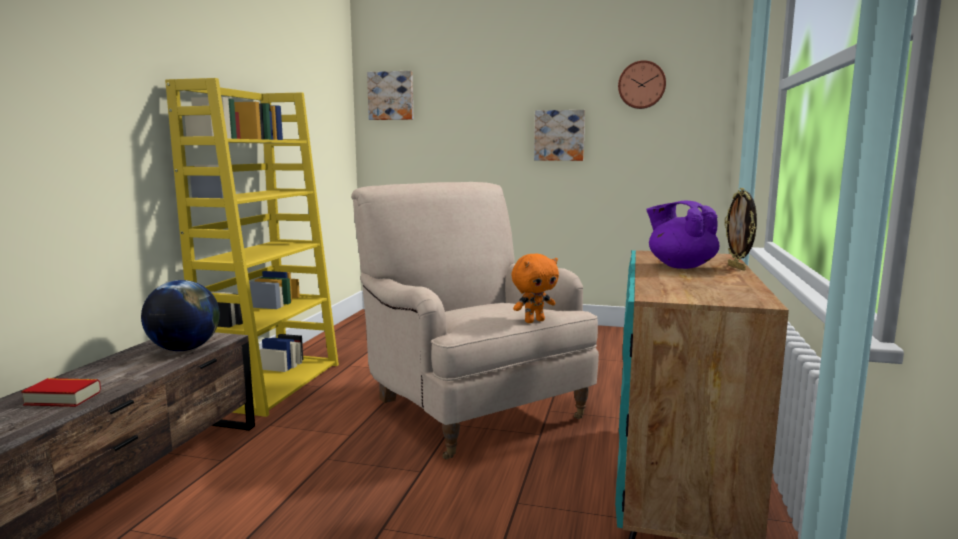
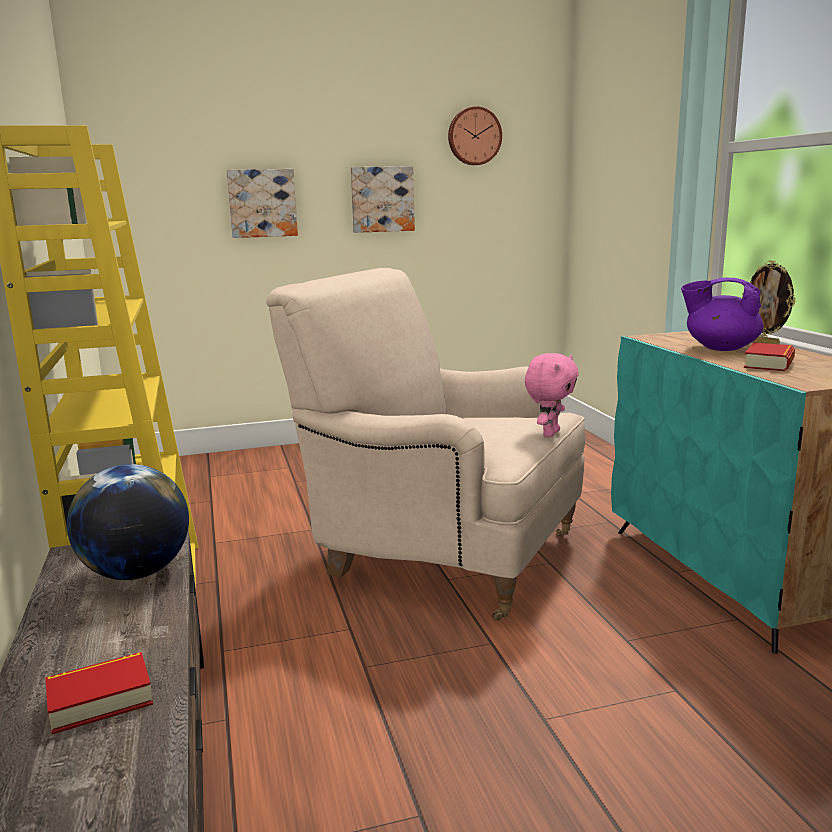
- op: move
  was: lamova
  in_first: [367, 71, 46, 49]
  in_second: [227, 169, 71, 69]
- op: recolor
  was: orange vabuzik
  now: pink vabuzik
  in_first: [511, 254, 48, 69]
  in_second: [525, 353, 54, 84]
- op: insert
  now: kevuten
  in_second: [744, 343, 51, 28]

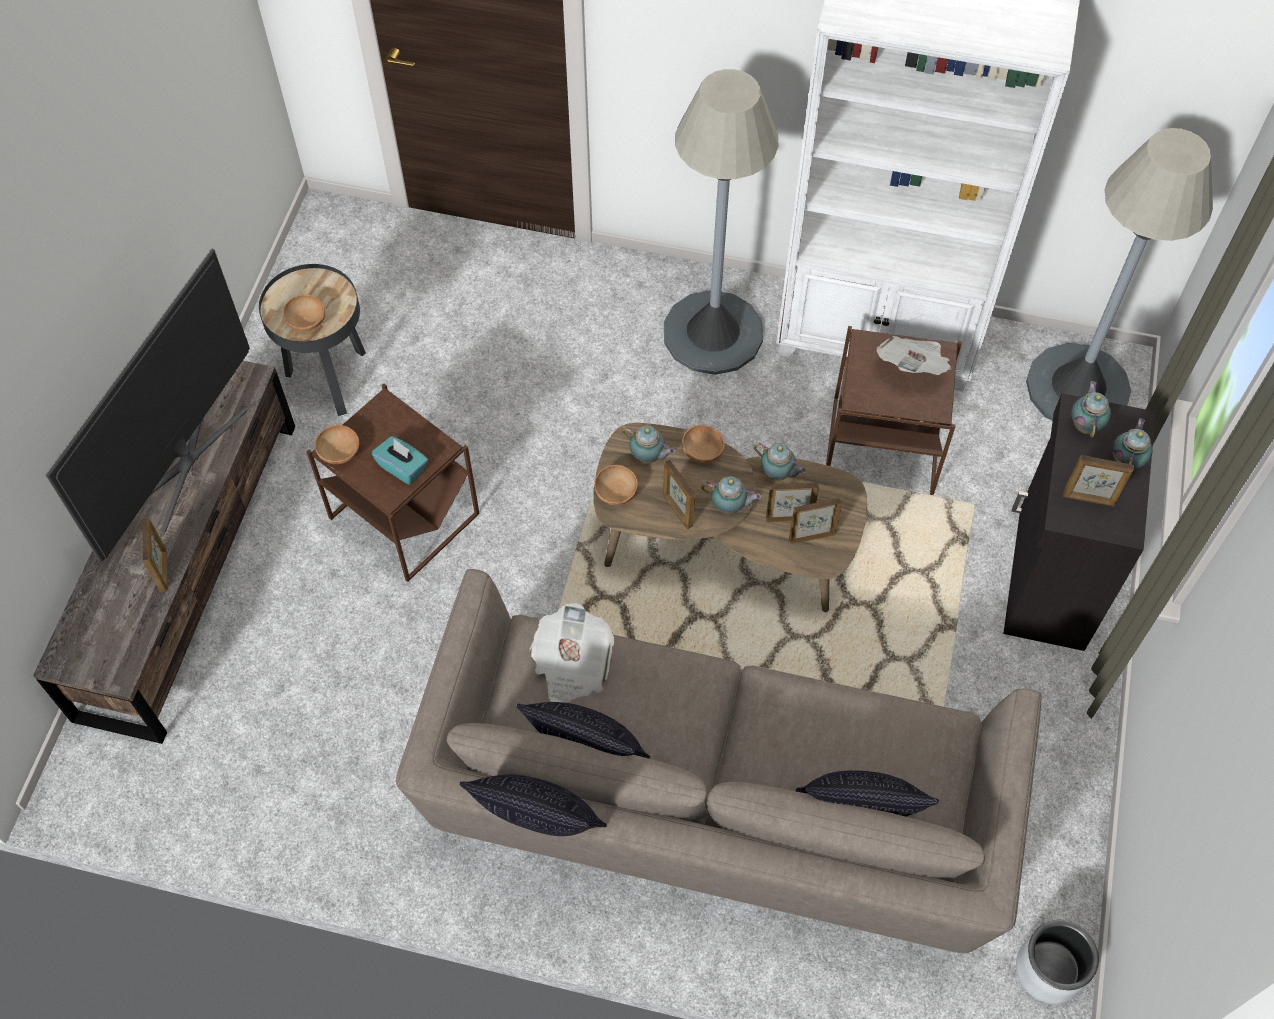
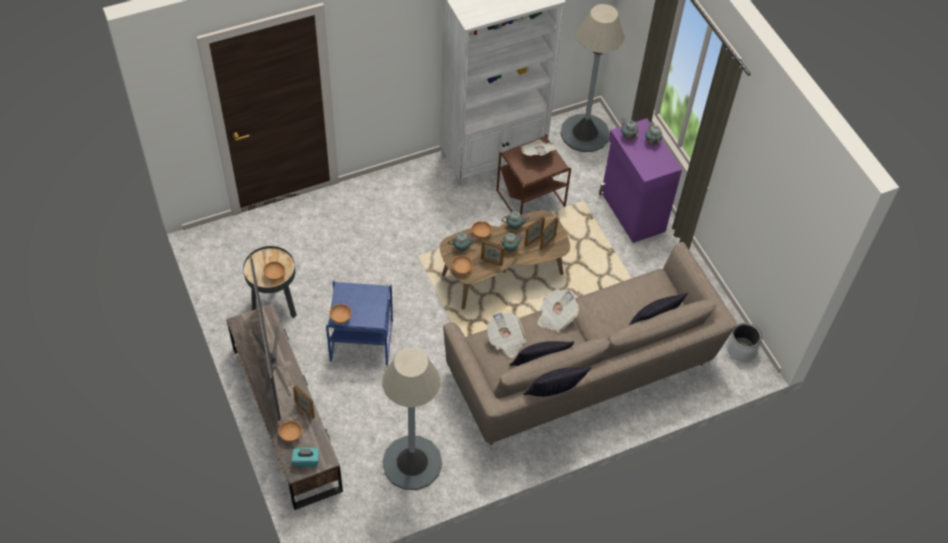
- op: recolor
  was: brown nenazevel
  now: blue nenazevel
  in_first: [306, 384, 174, 198]
  in_second: [326, 281, 67, 84]
- op: move
  was: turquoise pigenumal
  in_first: [372, 436, 56, 49]
  in_second: [292, 448, 27, 19]
- op: move
  was: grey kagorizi
  in_first: [664, 69, 115, 306]
  in_second: [382, 348, 60, 142]
- op: recolor
  was: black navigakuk
  now: purple navigakuk
  in_first: [1003, 393, 153, 258]
  in_second: [599, 118, 83, 125]
- op: delete
  was: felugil
  in_first: [1063, 455, 71, 51]
- op: insert
  now: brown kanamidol
  in_second: [279, 421, 23, 21]
- op: insert
  now: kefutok
  in_second: [537, 289, 42, 43]

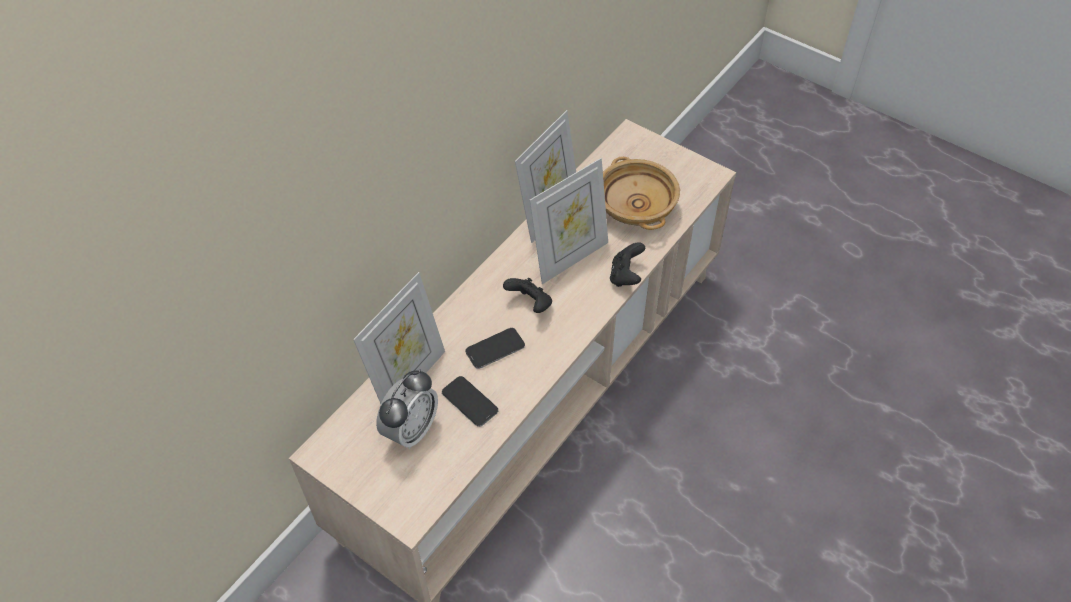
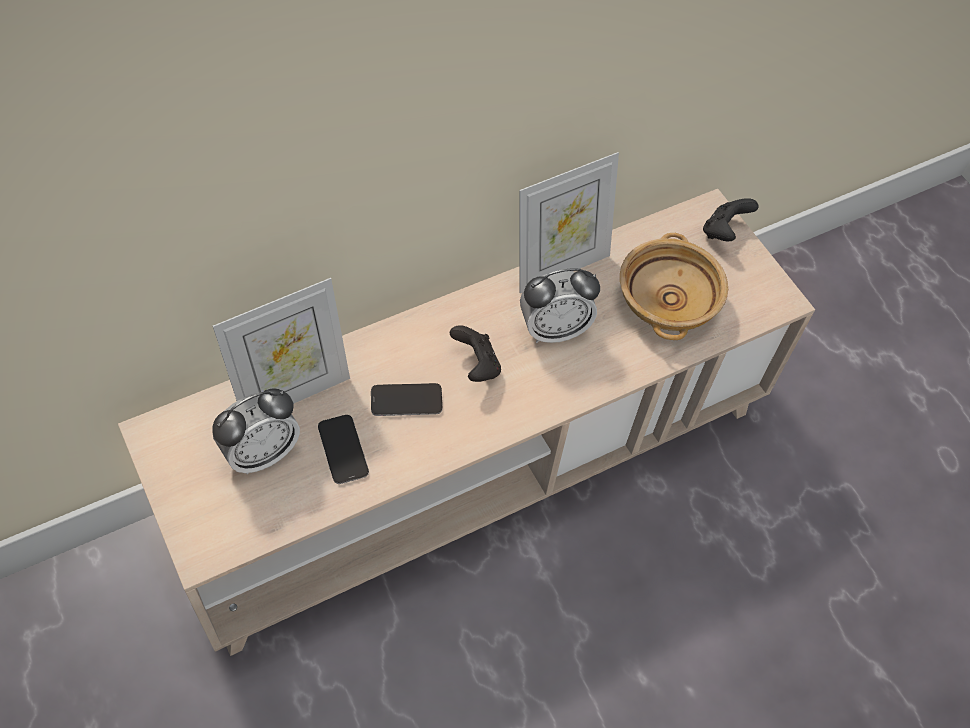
- op: replace
  was: felugil
  now: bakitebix
  in_first: [529, 158, 79, 126]
  in_second: [520, 268, 80, 75]
- op: move
  was: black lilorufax
  in_first: [610, 242, 35, 45]
  in_second: [703, 198, 56, 43]

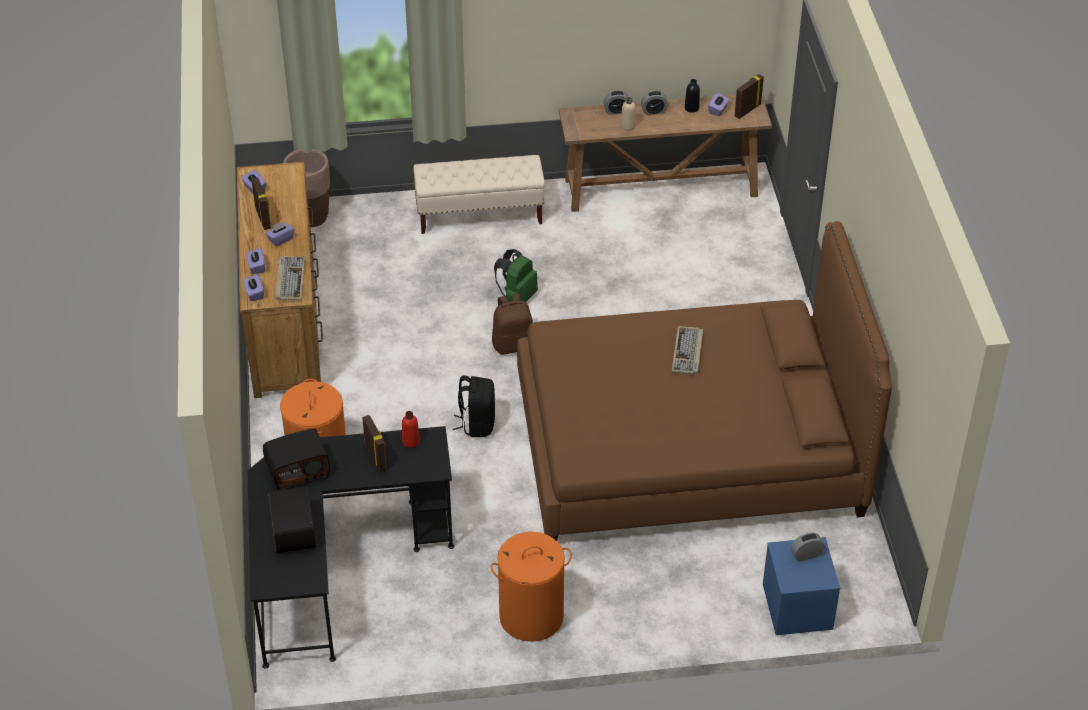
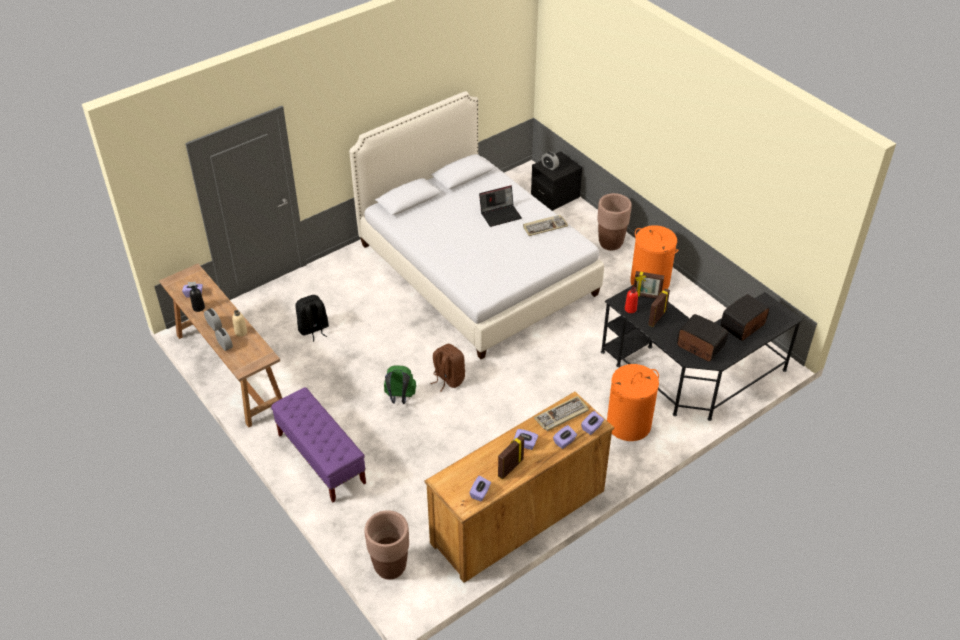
- op: recolor
  was: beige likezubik
  now: purple likezubik
  in_first: [413, 155, 132, 79]
  in_second: [271, 387, 95, 116]
- op: move
  was: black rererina
  in_first: [453, 375, 42, 62]
  in_second: [295, 295, 34, 47]
- op: recolor
  was: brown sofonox
  now: white sofonox
  in_first: [517, 221, 375, 320]
  in_second: [349, 91, 255, 268]
- op: move
  was: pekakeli
  in_first: [672, 326, 31, 48]
  in_second: [523, 215, 45, 21]
- op: move
  was: felugil
  in_first: [735, 74, 29, 45]
  in_second: [634, 271, 30, 28]
- op: recolor
  was: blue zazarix
  now: black zazarix
  in_first: [763, 537, 77, 98]
  in_second: [531, 151, 51, 60]
- op: insert
  now: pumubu
  in_second: [479, 185, 43, 42]
- op: insert
  now: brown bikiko
  in_second: [597, 193, 35, 58]

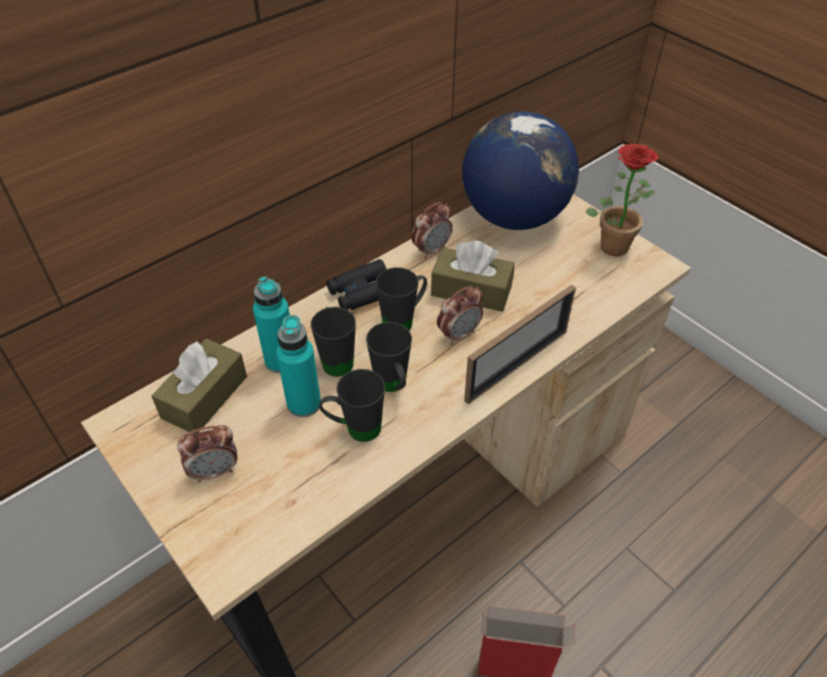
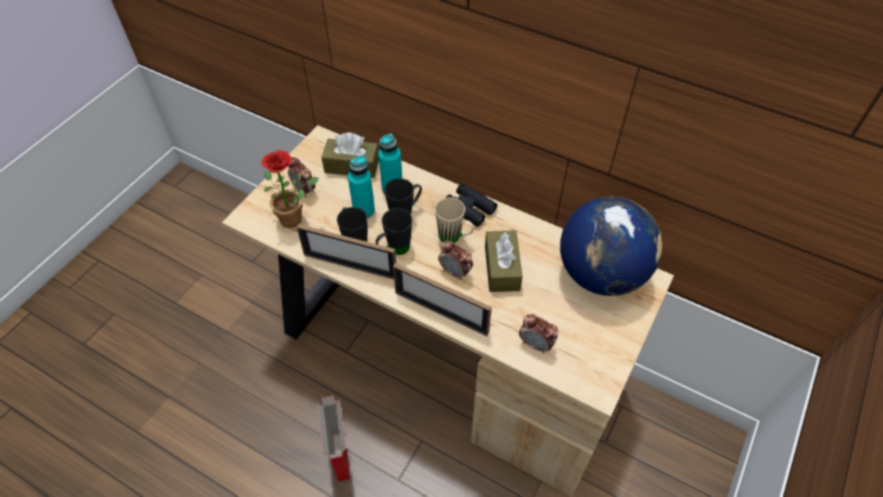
- op: recolor
  was: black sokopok
  now: beige sokopok
  in_first: [376, 267, 51, 63]
  in_second: [435, 197, 39, 46]
- op: move
  was: bakitebix
  in_first: [411, 202, 42, 57]
  in_second: [519, 314, 39, 40]
- op: move
  was: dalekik
  in_first: [586, 144, 73, 112]
  in_second: [261, 150, 58, 78]
- op: insert
  now: felugil
  in_second: [297, 224, 99, 56]

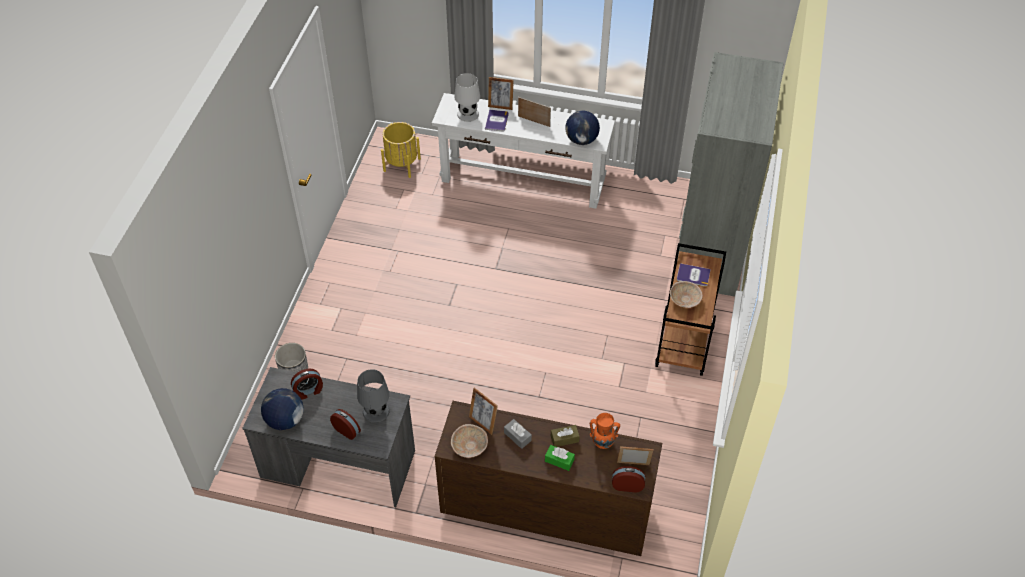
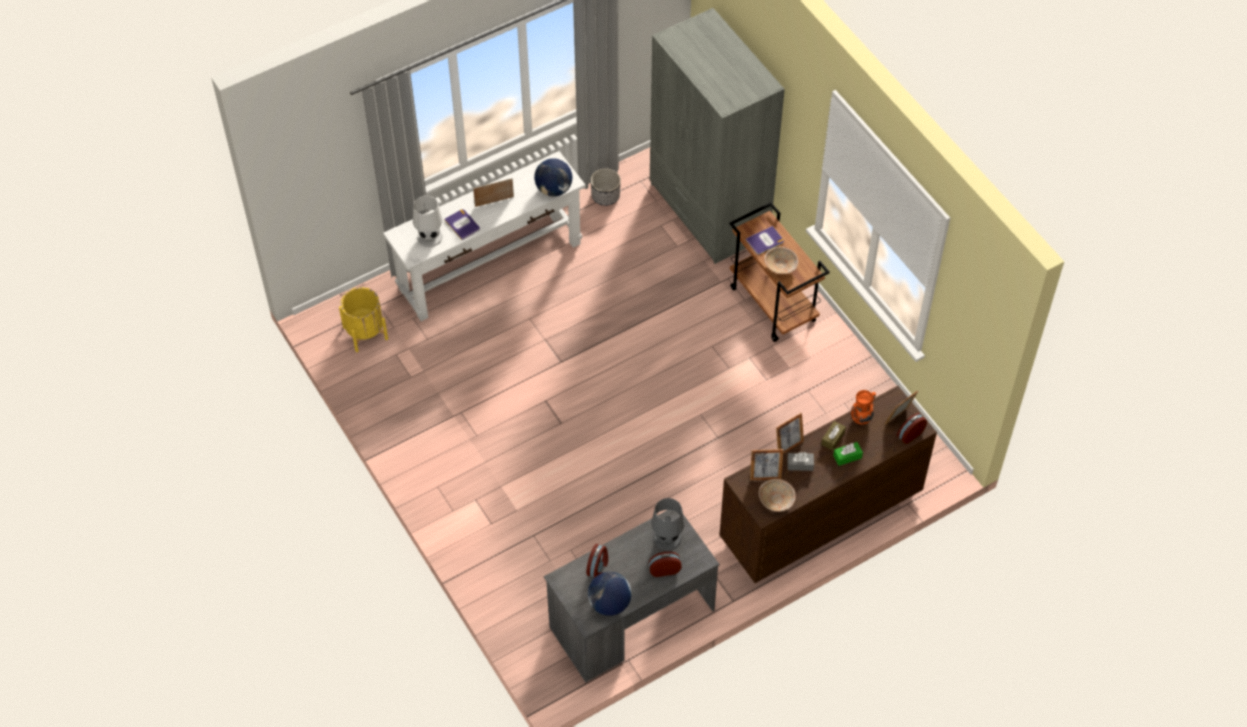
- op: move
  was: bikiko
  in_first: [275, 343, 33, 29]
  in_second: [591, 169, 30, 37]
- op: move
  was: felugil
  in_first: [488, 77, 26, 33]
  in_second: [776, 413, 28, 41]

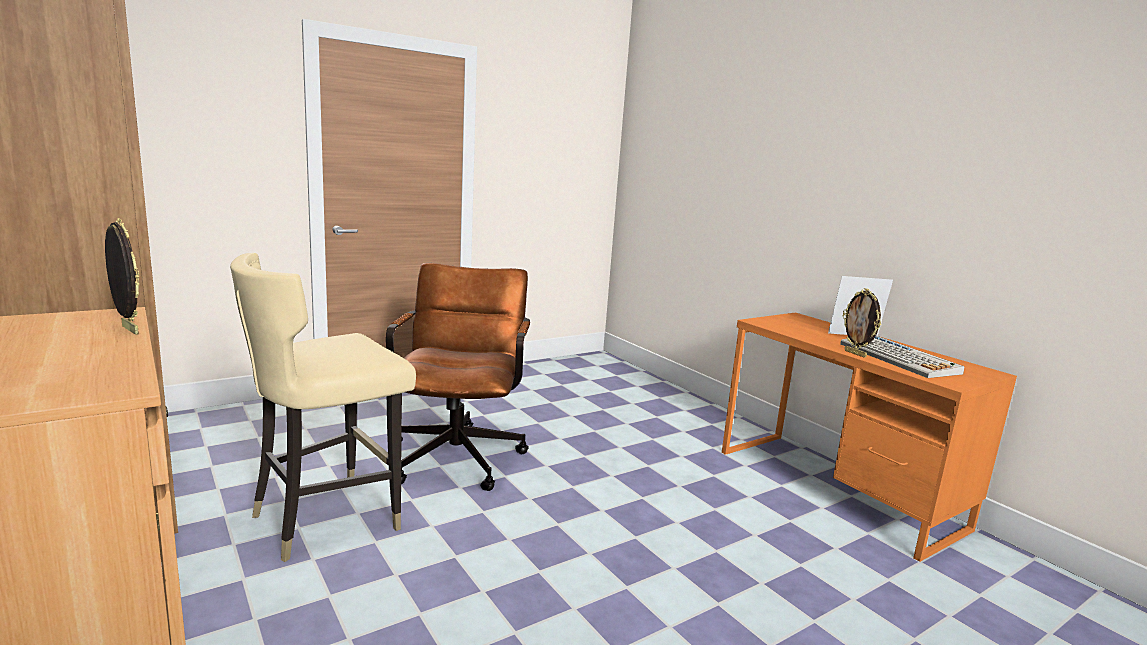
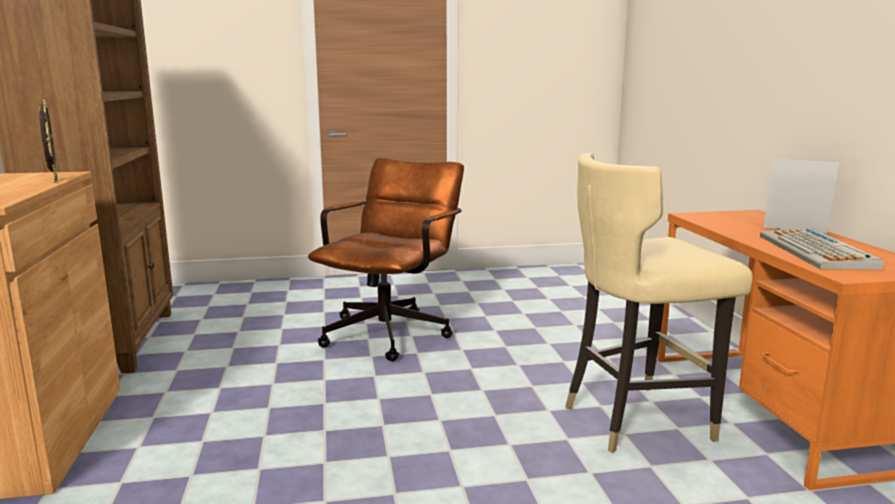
- op: move
  was: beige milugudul
  in_first: [230, 253, 186, 309]
  in_second: [566, 153, 187, 300]
- op: delete
  was: felugil
  in_first: [843, 288, 38, 70]

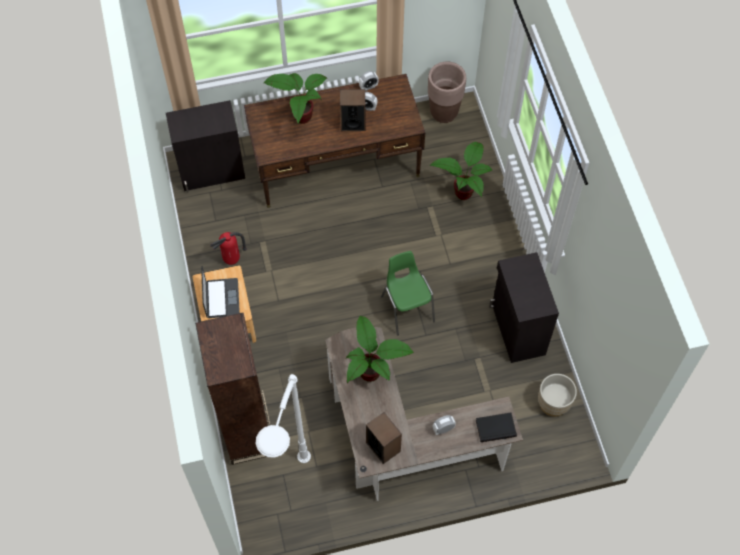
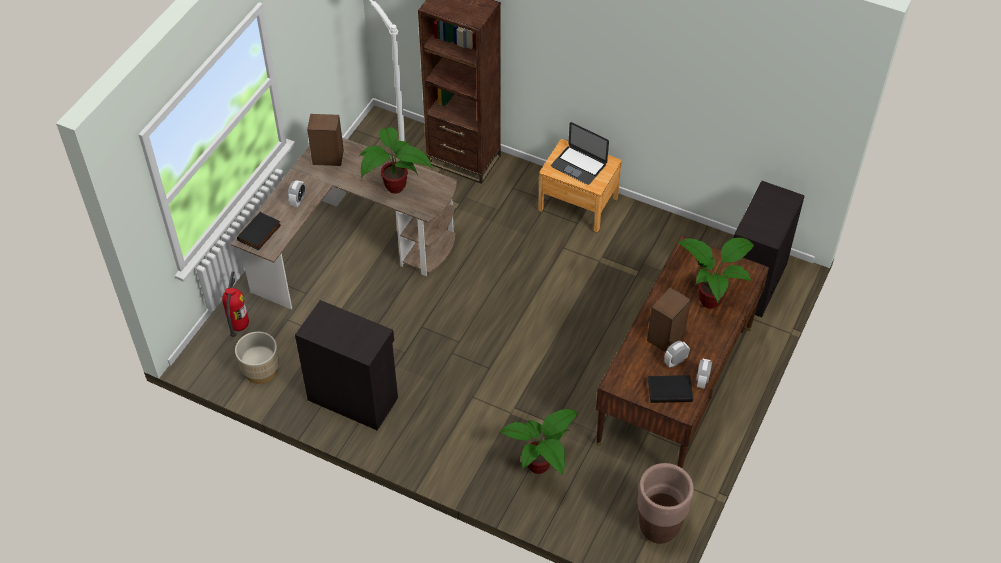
- op: move
  was: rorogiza
  in_first: [210, 232, 37, 33]
  in_second: [222, 272, 27, 65]
- op: delete
  was: green milugudul
  in_first: [381, 251, 54, 84]
- op: insert
  now: black kevuten
  in_second: [648, 375, 45, 28]

